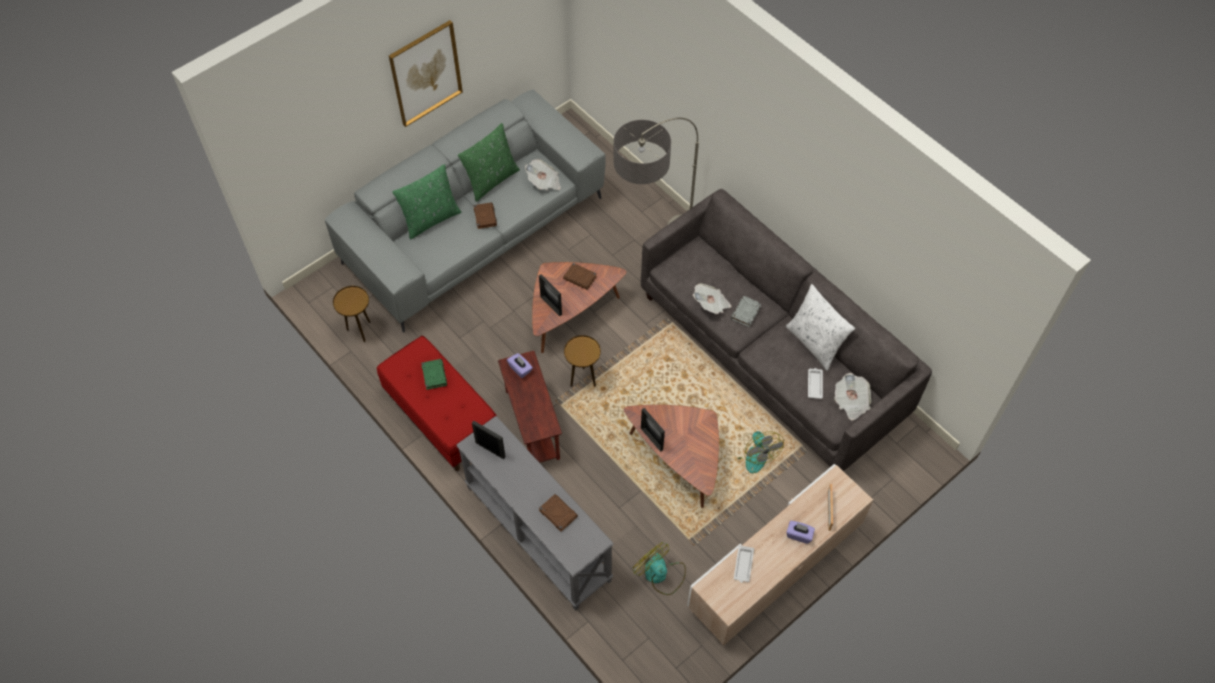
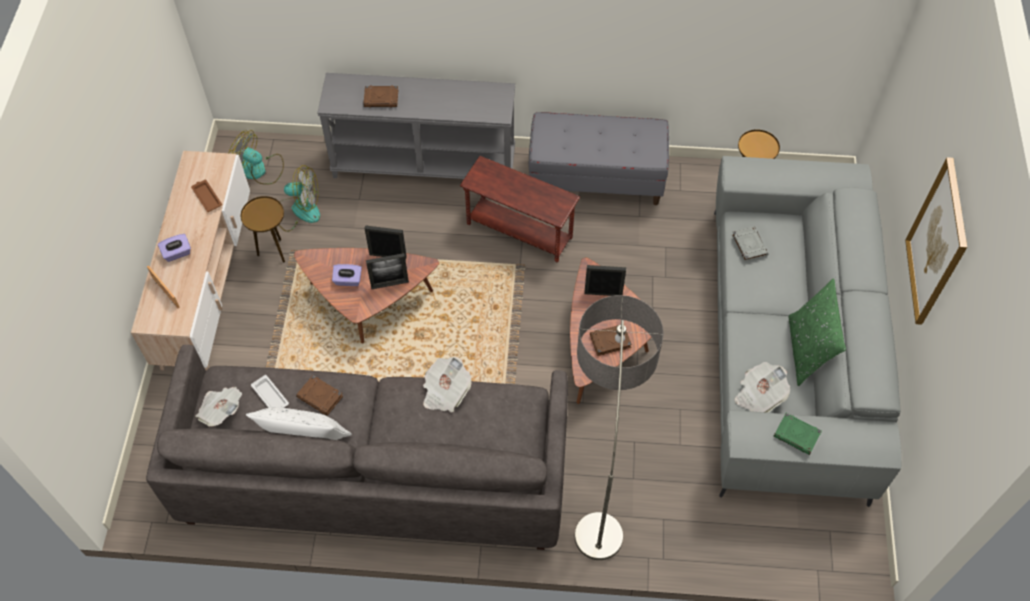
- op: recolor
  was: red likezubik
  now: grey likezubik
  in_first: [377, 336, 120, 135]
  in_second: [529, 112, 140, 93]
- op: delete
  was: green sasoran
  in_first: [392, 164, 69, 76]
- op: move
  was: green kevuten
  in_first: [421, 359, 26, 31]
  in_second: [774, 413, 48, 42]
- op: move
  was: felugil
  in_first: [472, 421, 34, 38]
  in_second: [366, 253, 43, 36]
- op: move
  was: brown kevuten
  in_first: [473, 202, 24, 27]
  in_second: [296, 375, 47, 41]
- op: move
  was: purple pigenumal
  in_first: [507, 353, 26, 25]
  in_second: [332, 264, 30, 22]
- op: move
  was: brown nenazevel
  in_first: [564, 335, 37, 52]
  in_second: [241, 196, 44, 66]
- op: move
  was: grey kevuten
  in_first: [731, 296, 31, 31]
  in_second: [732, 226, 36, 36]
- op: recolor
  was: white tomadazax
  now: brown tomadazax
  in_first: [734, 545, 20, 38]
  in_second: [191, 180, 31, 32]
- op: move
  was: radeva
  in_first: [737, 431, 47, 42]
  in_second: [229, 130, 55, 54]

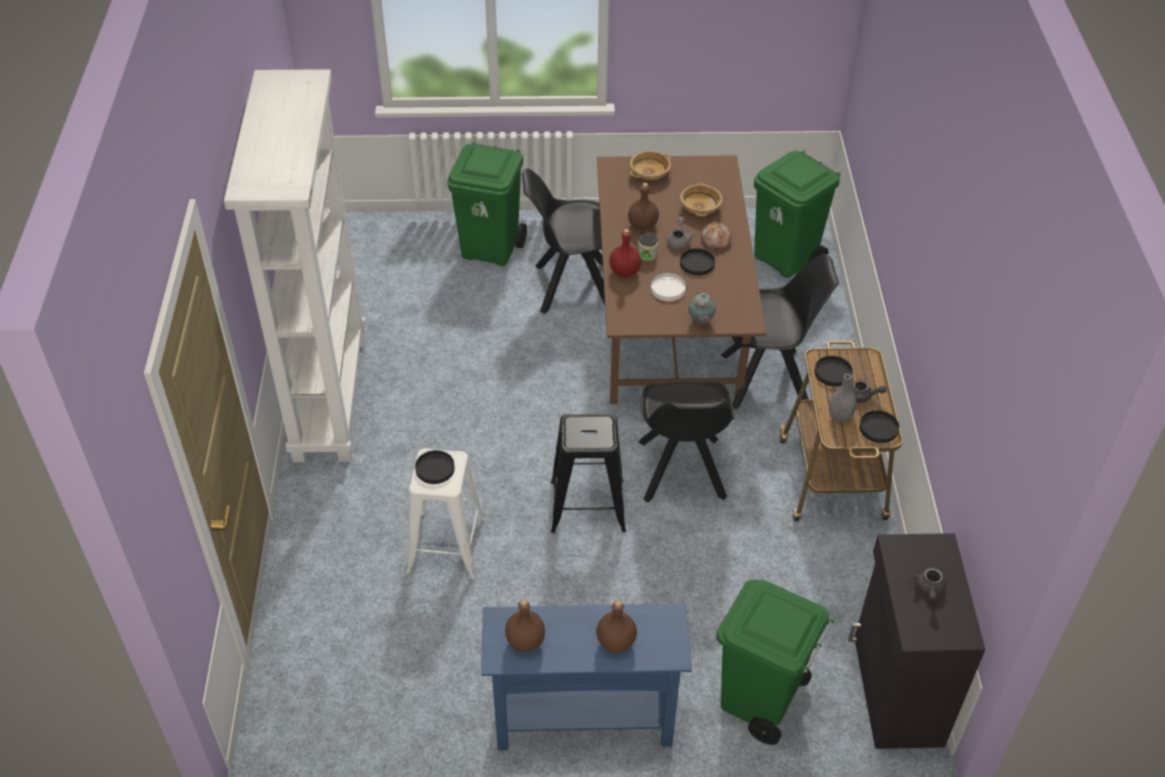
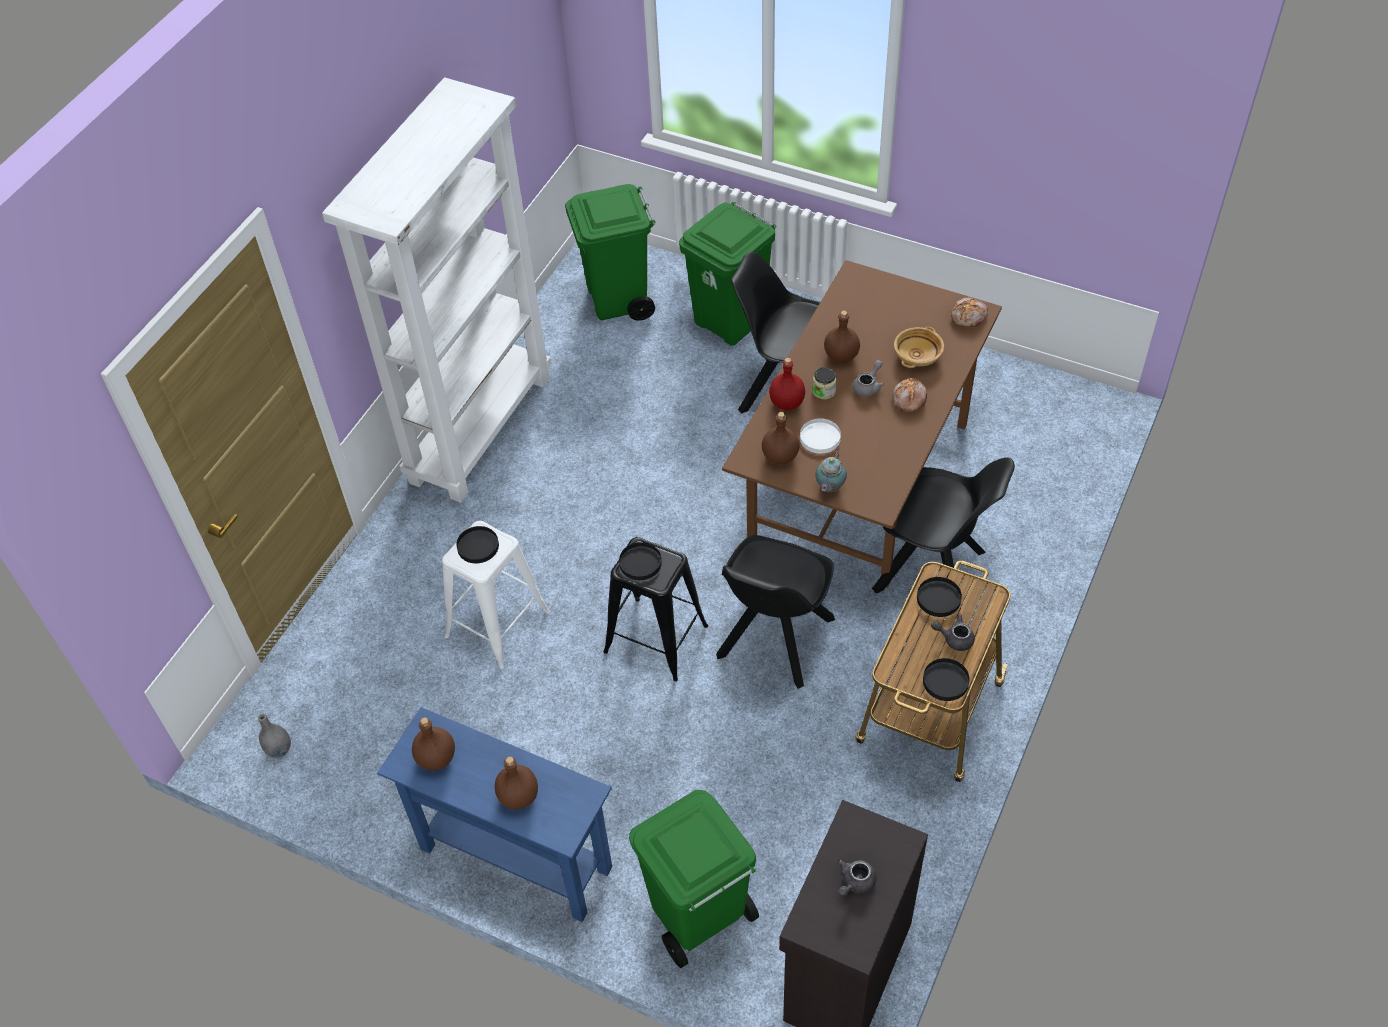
- op: delete
  was: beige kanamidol
  in_first: [630, 151, 41, 29]
- op: move
  was: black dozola
  in_first: [680, 248, 35, 28]
  in_second: [619, 542, 43, 38]
- op: move
  was: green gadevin
  in_first: [754, 150, 87, 128]
  in_second: [565, 184, 90, 137]
- op: move
  was: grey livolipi
  in_first: [829, 374, 27, 48]
  in_second: [258, 714, 33, 44]
- op: rotate
  was: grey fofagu
  in_first: [851, 380, 36, 23]
  in_second: [931, 613, 44, 38]
  clockwise: 150
- op: insert
  now: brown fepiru
  in_second: [762, 412, 38, 53]
- op: insert
  now: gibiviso
  in_second: [951, 298, 37, 29]

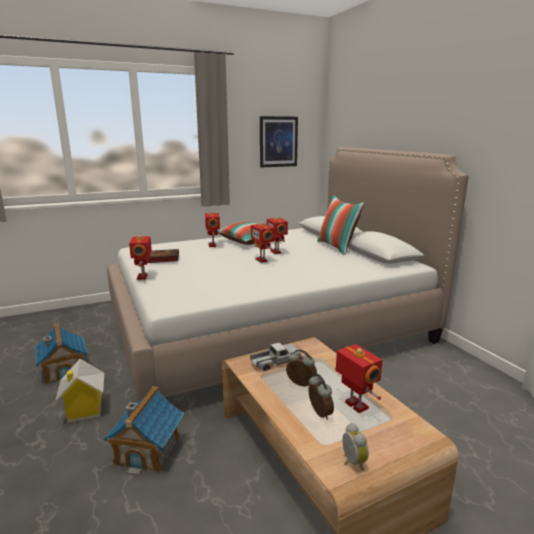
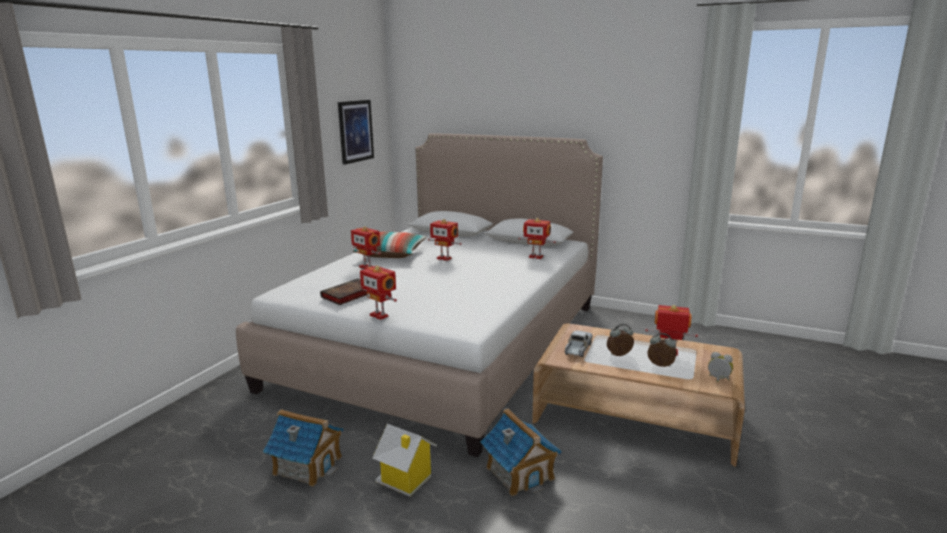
- op: move
  was: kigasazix
  in_first: [251, 222, 23, 41]
  in_second: [518, 218, 38, 41]
- op: delete
  was: sasoran
  in_first: [317, 195, 47, 60]

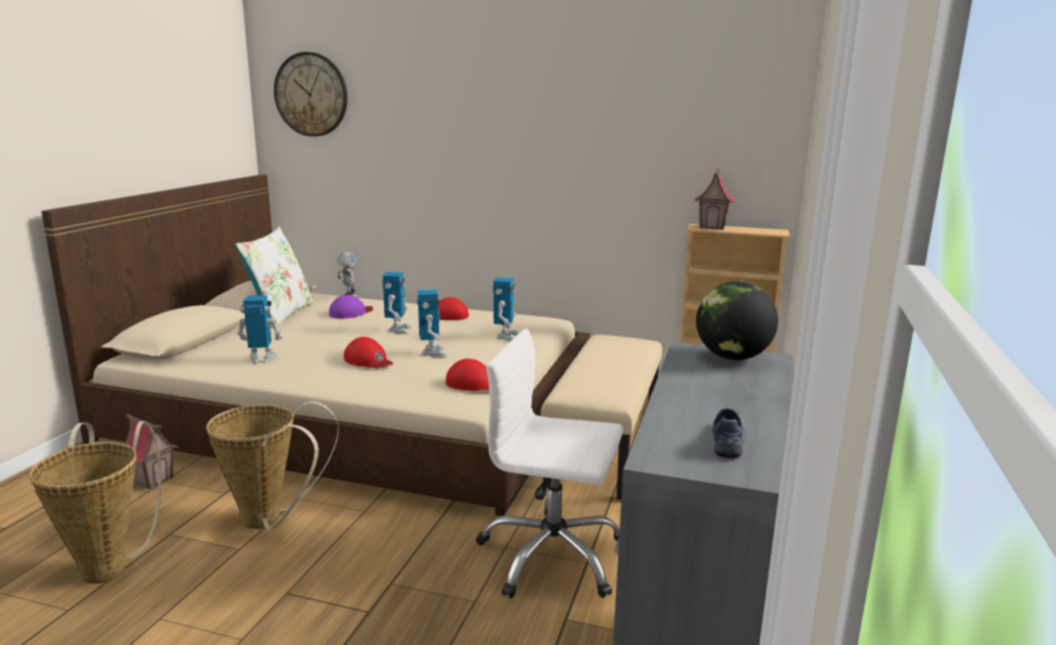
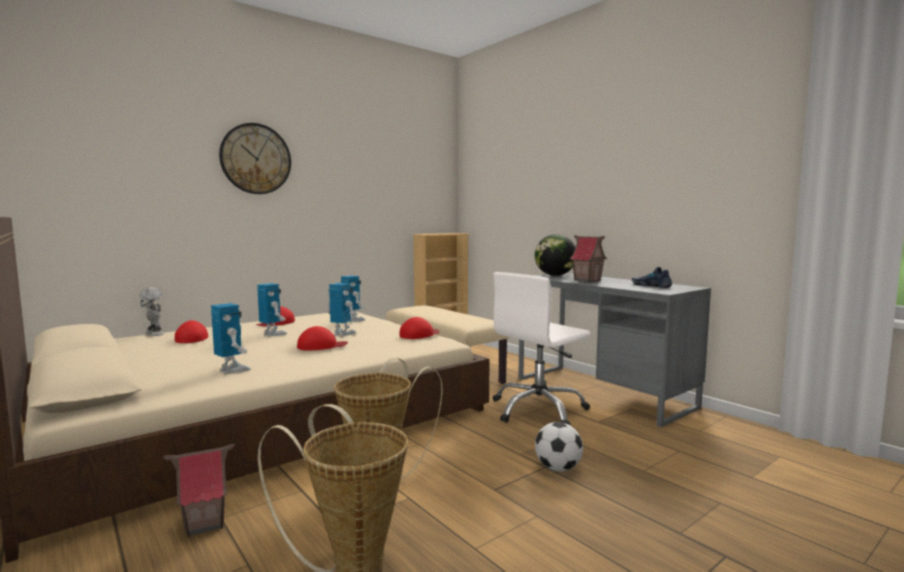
- op: delete
  was: white sasoran
  in_first: [235, 227, 79, 100]
- op: rotate
  was: kigasazix
  in_first: [237, 295, 45, 68]
  in_second: [211, 303, 40, 71]
  clockwise: 105
- op: move
  was: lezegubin
  in_first: [274, 52, 74, 85]
  in_second: [219, 123, 72, 71]
- op: recolor
  was: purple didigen
  now: red didigen
  in_first: [329, 295, 44, 24]
  in_second: [175, 320, 34, 23]
- op: move
  was: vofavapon
  in_first: [694, 169, 41, 61]
  in_second: [569, 235, 38, 48]
- op: insert
  now: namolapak
  in_second: [535, 422, 48, 50]

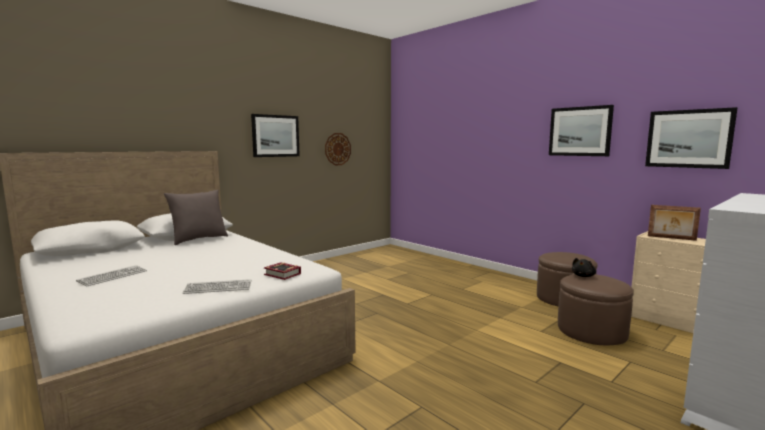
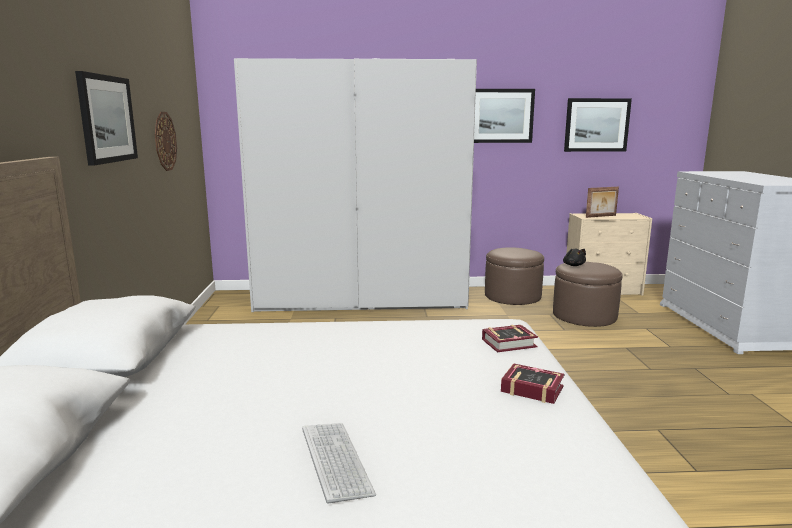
- op: delete
  was: grey sasoran
  in_first: [164, 190, 64, 55]
- op: replace
  was: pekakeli
  now: kevuten
  in_first: [183, 279, 68, 15]
  in_second: [501, 363, 63, 41]
- op: insert
  now: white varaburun
  in_second: [234, 58, 243, 254]

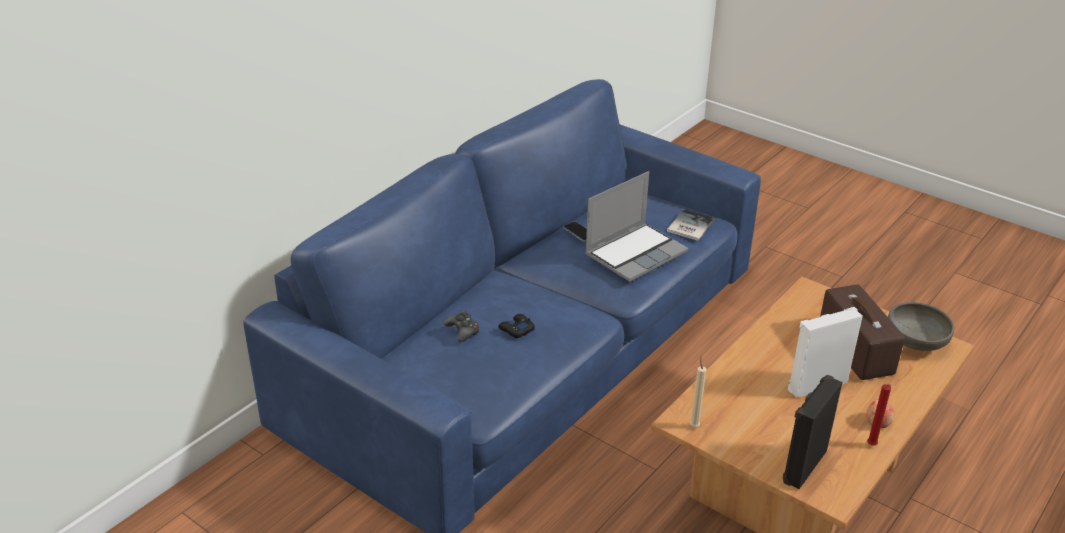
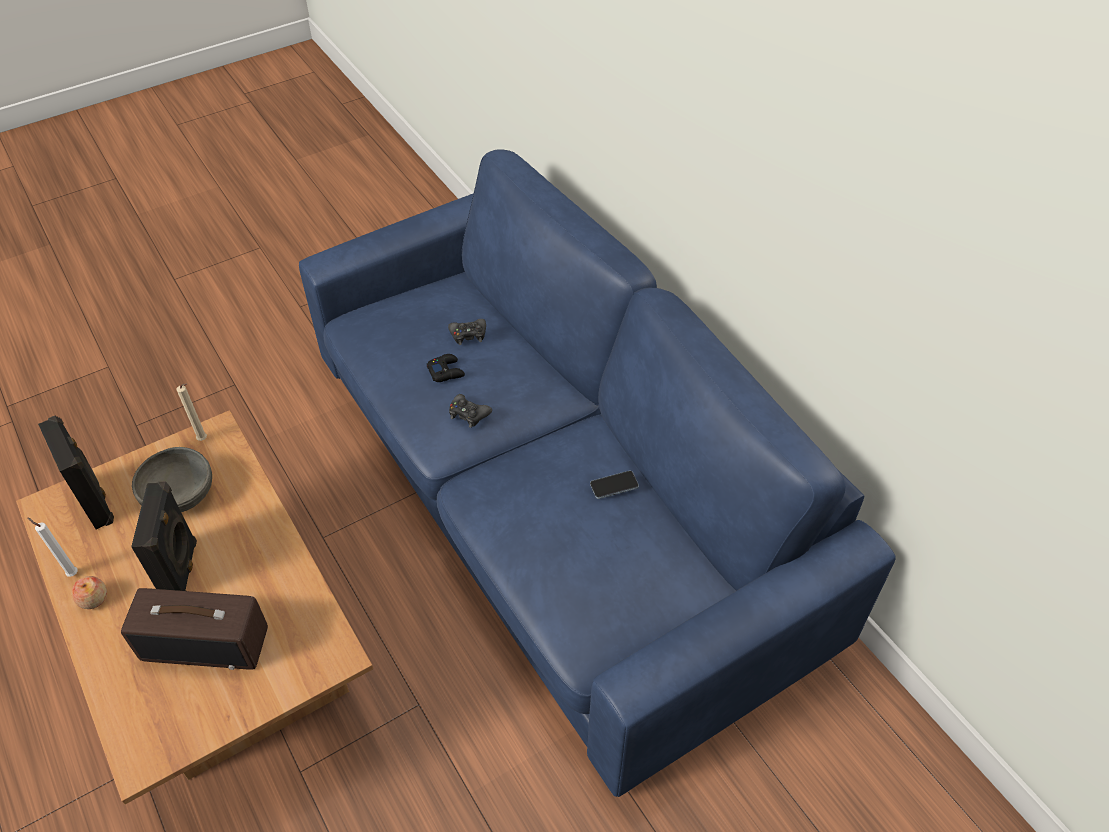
- op: delete
  was: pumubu
  in_first: [585, 171, 103, 111]
- op: delete
  was: kevuten
  in_first: [667, 209, 48, 32]
- op: recolor
  was: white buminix
  now: black buminix
  in_first: [788, 307, 75, 91]
  in_second: [131, 481, 66, 110]
- op: recolor
  was: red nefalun
  now: white nefalun
  in_first: [867, 384, 24, 62]
  in_second: [28, 518, 50, 59]
- op: move
  was: grey kanamidol
  in_first: [888, 302, 66, 49]
  in_second: [132, 447, 80, 65]
- op: insert
  now: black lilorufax
  in_second: [449, 394, 43, 34]

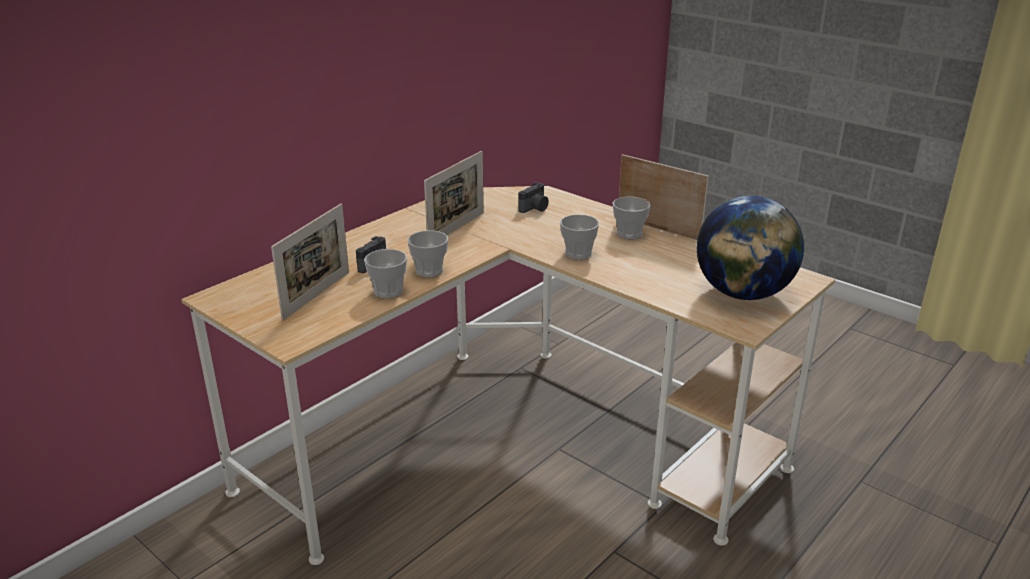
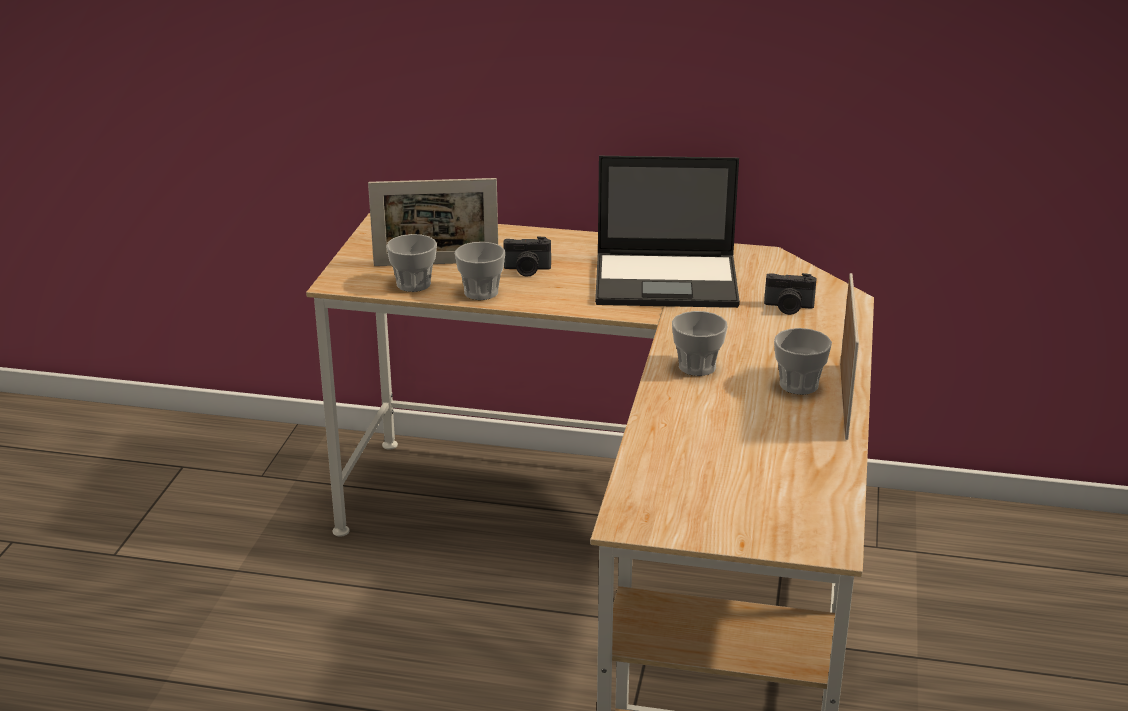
- op: move
  was: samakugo
  in_first: [407, 230, 41, 47]
  in_second: [386, 234, 51, 58]
- op: replace
  was: felugil
  now: pumubu
  in_first: [424, 151, 60, 84]
  in_second: [595, 156, 145, 152]
- op: delete
  was: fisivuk
  in_first: [697, 196, 107, 104]

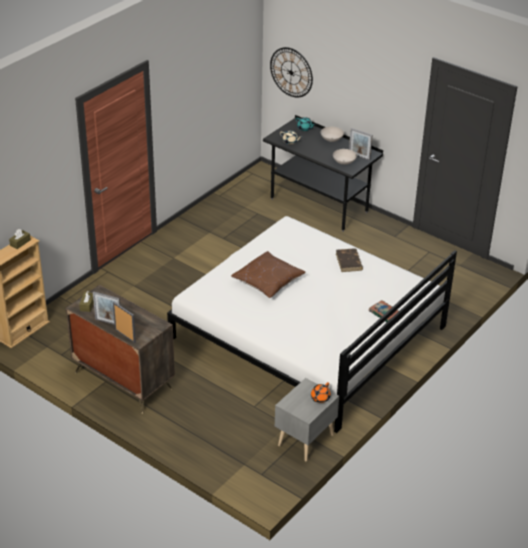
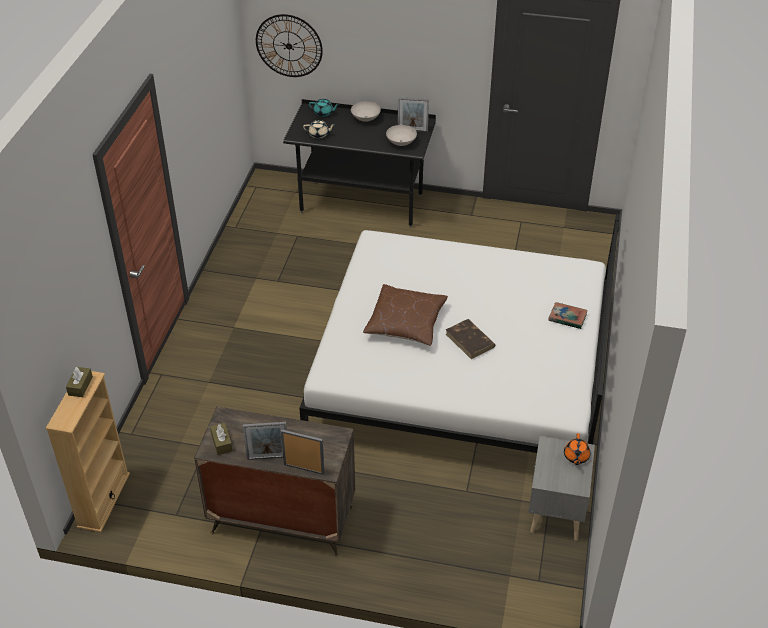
- op: move
  was: brown kevuten
  in_first: [336, 248, 27, 24]
  in_second: [446, 319, 49, 40]

